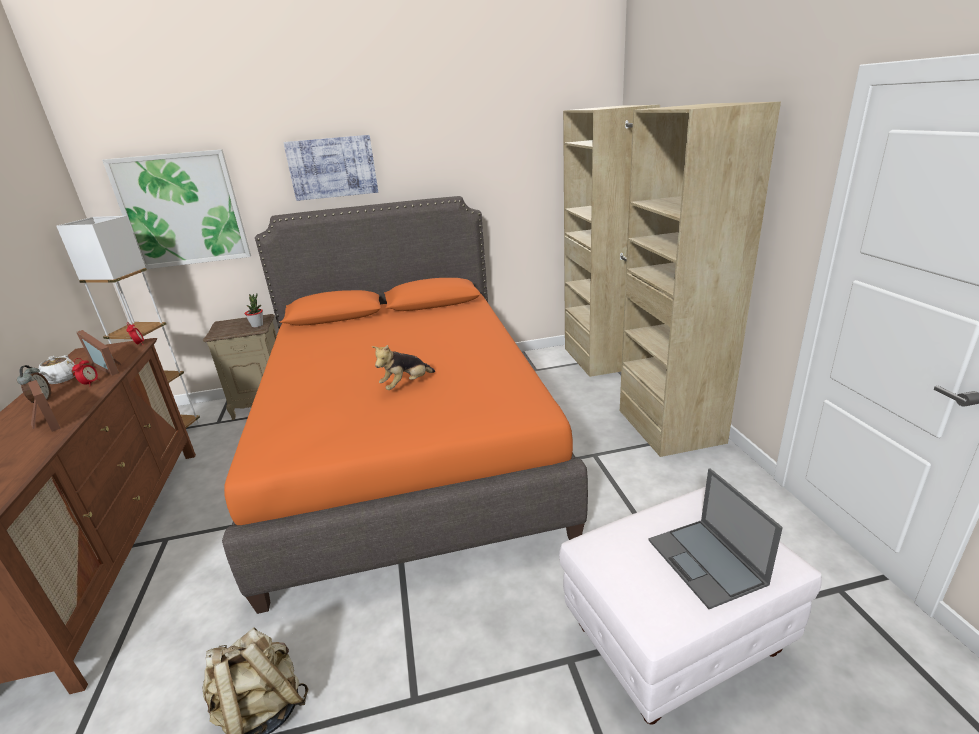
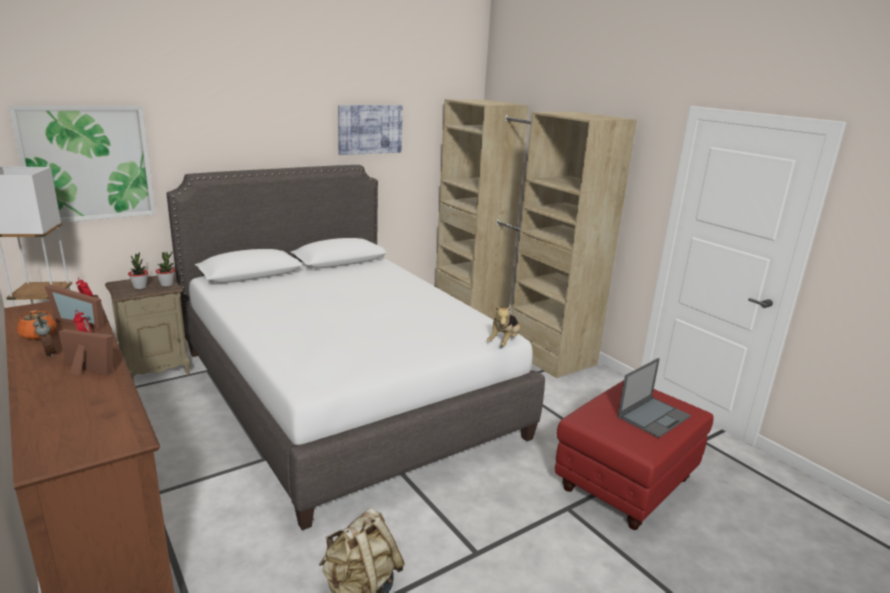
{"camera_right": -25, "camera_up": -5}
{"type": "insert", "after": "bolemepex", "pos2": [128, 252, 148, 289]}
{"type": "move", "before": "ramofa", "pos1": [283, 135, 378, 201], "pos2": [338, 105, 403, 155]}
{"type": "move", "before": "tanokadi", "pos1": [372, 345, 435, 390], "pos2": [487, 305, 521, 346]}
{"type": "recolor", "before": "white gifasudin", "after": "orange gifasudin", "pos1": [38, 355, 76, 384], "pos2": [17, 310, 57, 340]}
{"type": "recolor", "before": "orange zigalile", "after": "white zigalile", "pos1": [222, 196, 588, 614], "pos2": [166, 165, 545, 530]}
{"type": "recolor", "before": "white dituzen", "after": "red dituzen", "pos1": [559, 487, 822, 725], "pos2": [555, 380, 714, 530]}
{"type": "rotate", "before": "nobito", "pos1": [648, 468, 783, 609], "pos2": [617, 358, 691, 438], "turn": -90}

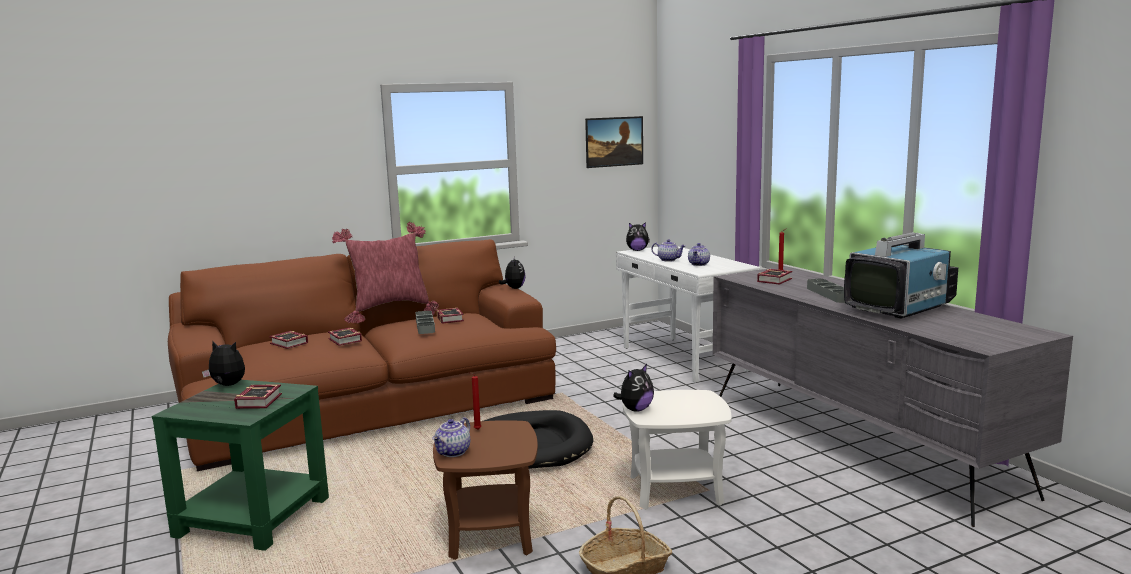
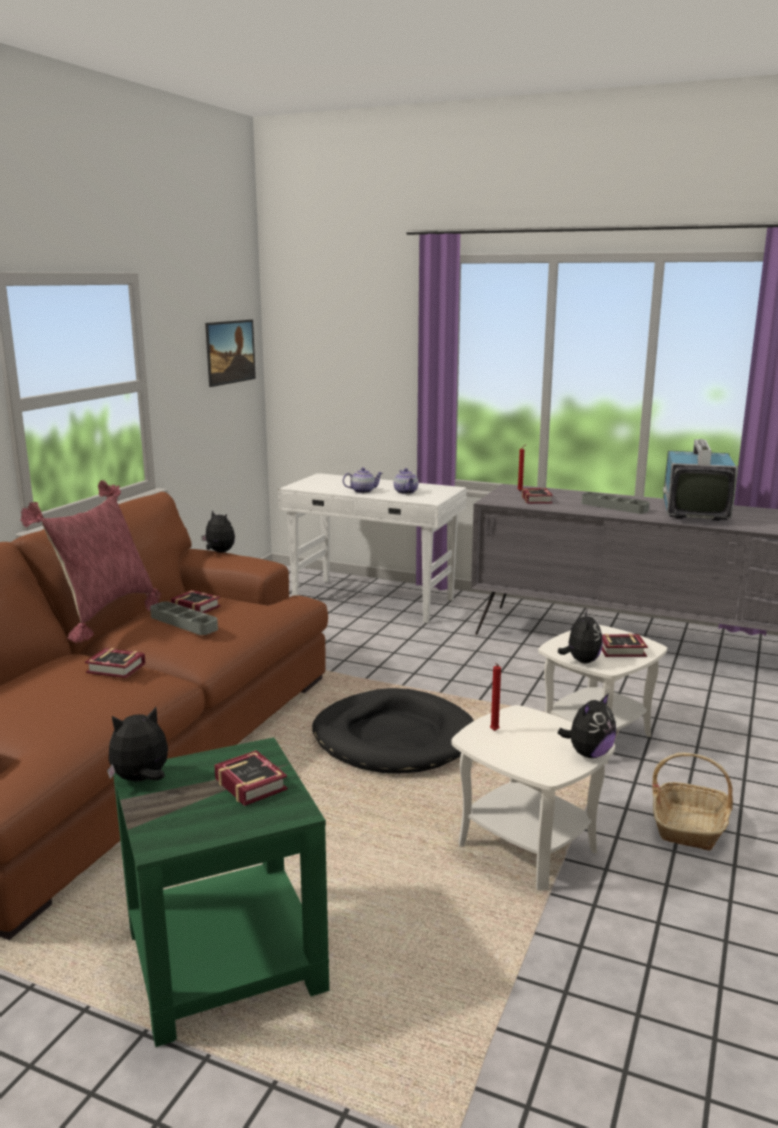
{"camera_right": -40, "camera_up": 5}
{"type": "delete", "before": "gifasudin", "pos1": [432, 417, 470, 457]}
{"type": "move", "before": "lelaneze", "pos1": [269, 331, 308, 349], "pos2": [602, 634, 648, 657]}
{"type": "move", "before": "tanokadi", "pos1": [626, 222, 650, 251], "pos2": [558, 693, 616, 758]}
{"type": "recolor", "before": "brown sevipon", "after": "white sevipon", "pos1": [433, 420, 538, 560], "pos2": [451, 705, 615, 890]}

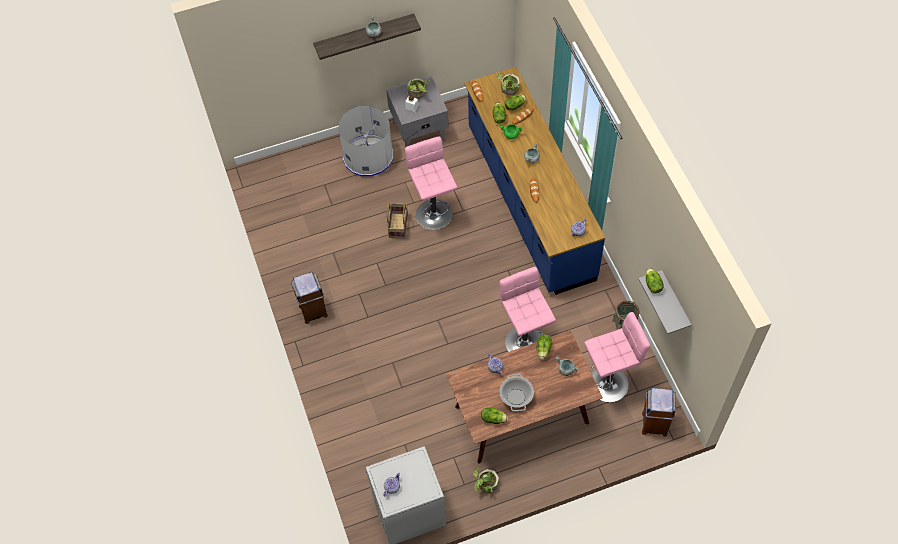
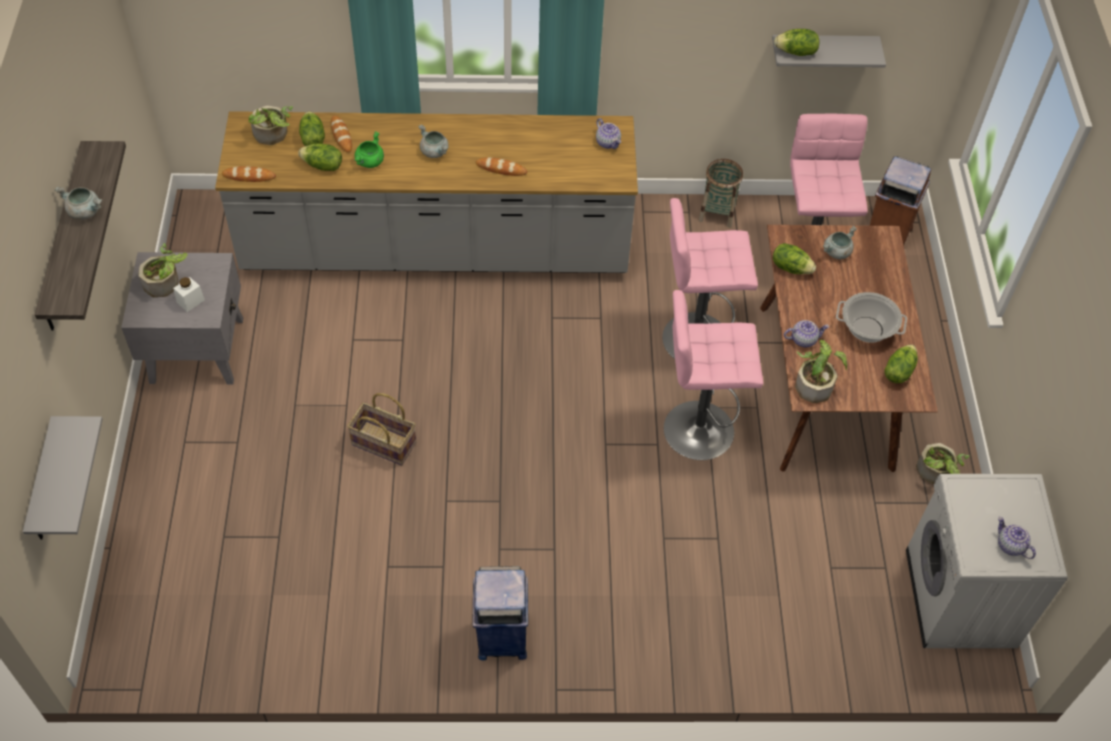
{"camera_right": -75, "camera_up": -5}
{"type": "delete", "before": "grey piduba", "pos1": [338, 106, 394, 177]}
{"type": "insert", "after": "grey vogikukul", "pos2": [23, 416, 103, 540]}
{"type": "insert", "after": "bolemepex", "pos2": [795, 340, 847, 403]}
{"type": "move", "before": "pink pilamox", "pos1": [405, 137, 457, 230], "pos2": [664, 290, 763, 460]}
{"type": "recolor", "before": "brown piduba", "after": "blue piduba", "pos1": [291, 272, 328, 324], "pos2": [472, 566, 528, 660]}
{"type": "recolor", "before": "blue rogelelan", "after": "grey rogelelan", "pos1": [464, 67, 605, 295], "pos2": [215, 111, 638, 273]}

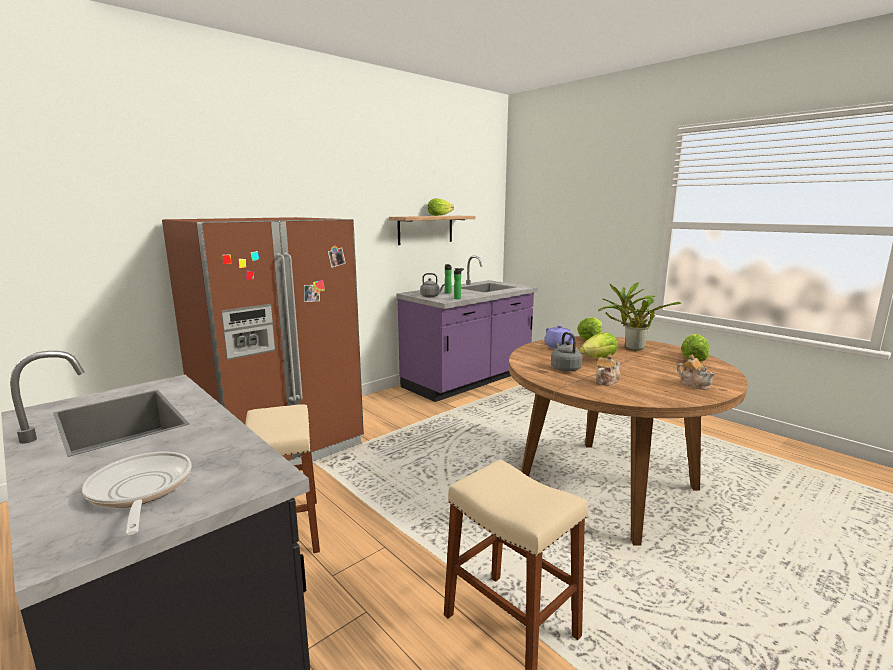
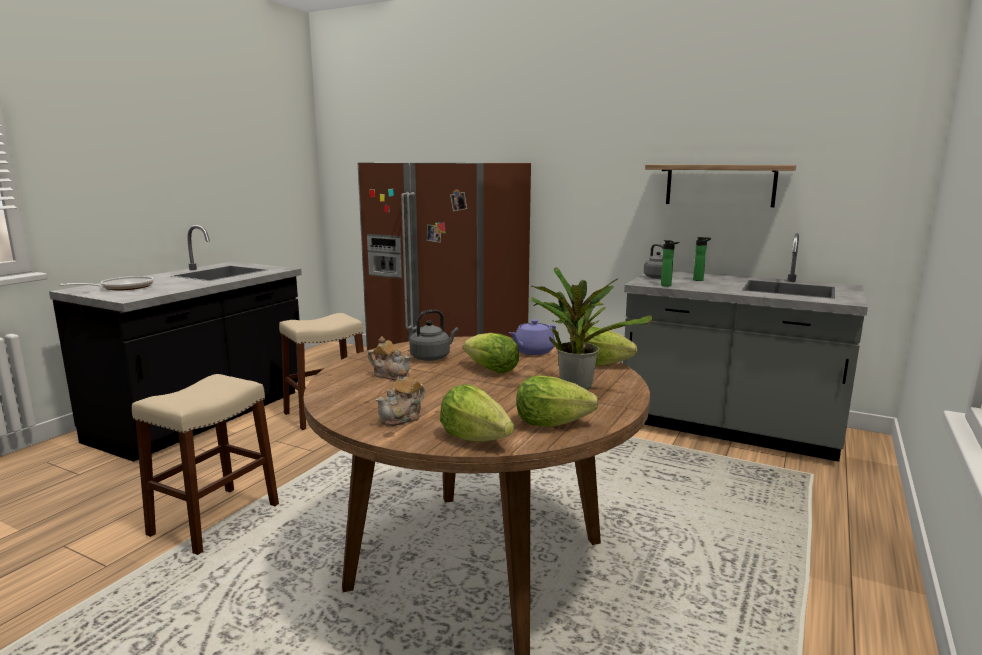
{"camera_right": 70, "camera_up": 0}
{"type": "move", "before": "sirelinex", "pos1": [428, 199, 454, 216], "pos2": [440, 384, 514, 442]}
{"type": "recolor", "before": "purple rogelelan", "after": "grey rogelelan", "pos1": [397, 256, 538, 402], "pos2": [623, 233, 868, 462]}

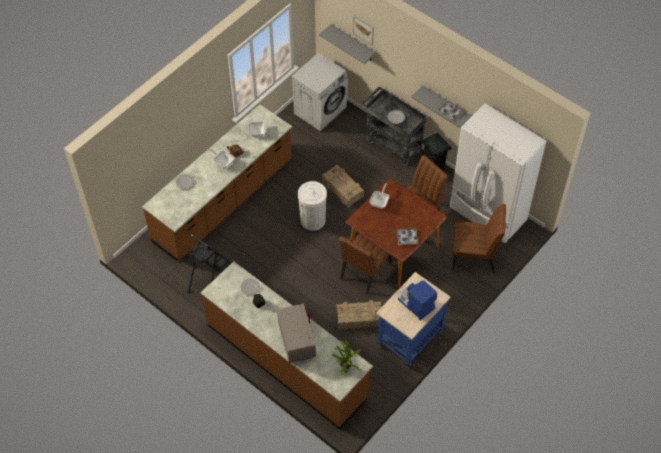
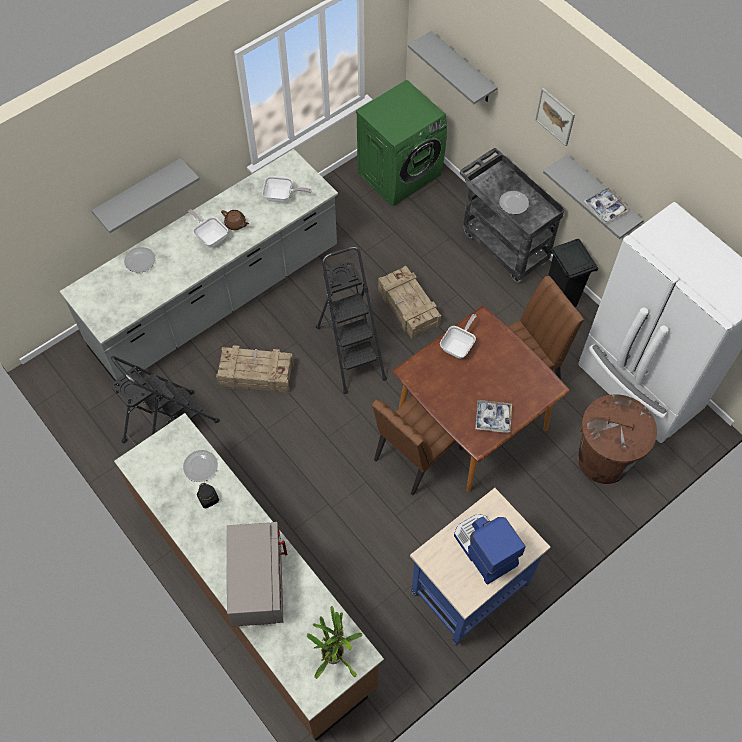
{"camera_right": 10, "camera_up": 5}
{"type": "insert", "after": "grey vogikukul", "pos2": [91, 158, 200, 233]}
{"type": "move", "before": "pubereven", "pos1": [336, 300, 381, 330], "pos2": [216, 345, 294, 393]}
{"type": "move", "before": "ramofa", "pos1": [353, 16, 374, 46], "pos2": [535, 88, 575, 146]}
{"type": "replace", "before": "white piduba", "after": "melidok", "pos1": [298, 181, 327, 231], "pos2": [316, 247, 387, 394]}
{"type": "replace", "before": "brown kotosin", "after": "brown piduba", "pos1": [452, 204, 506, 273], "pos2": [578, 394, 657, 484]}
{"type": "recolor", "before": "brown rogelelan", "after": "grey rogelelan", "pos1": [142, 105, 292, 261], "pos2": [60, 149, 338, 381]}
{"type": "recolor", "before": "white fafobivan", "after": "green fafobivan", "pos1": [292, 53, 348, 131], "pos2": [356, 80, 447, 206]}

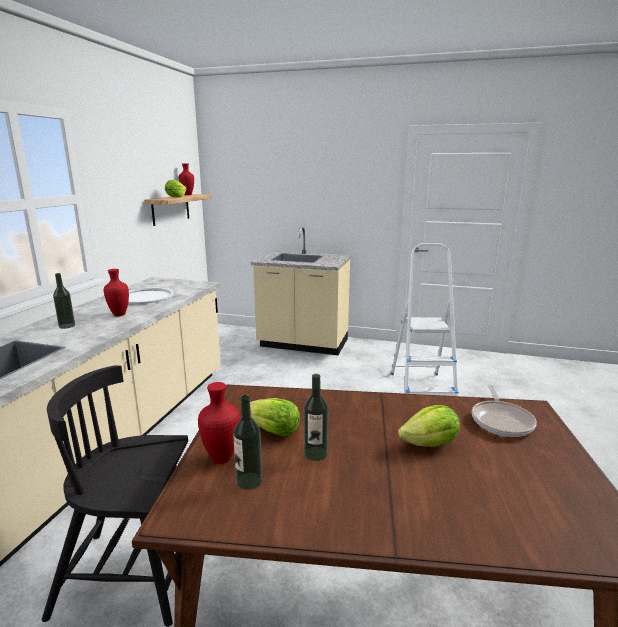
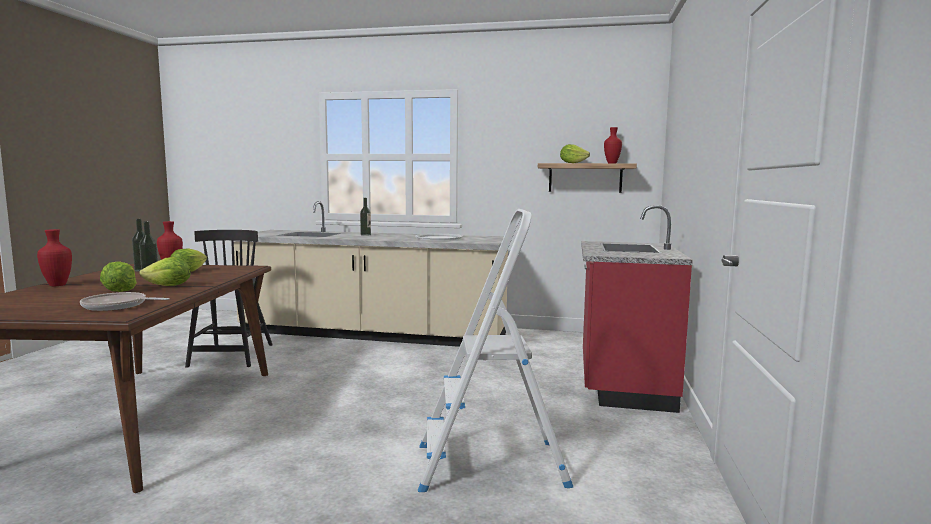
{"camera_right": 85, "camera_up": -10}
{"type": "insert", "after": "sirelinex", "pos2": [139, 257, 191, 286]}
{"type": "move", "before": "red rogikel", "pos1": [104, 269, 129, 316], "pos2": [37, 229, 72, 286]}
{"type": "recolor", "before": "beige rogelelan", "after": "red rogelelan", "pos1": [251, 227, 351, 355], "pos2": [581, 205, 693, 413]}

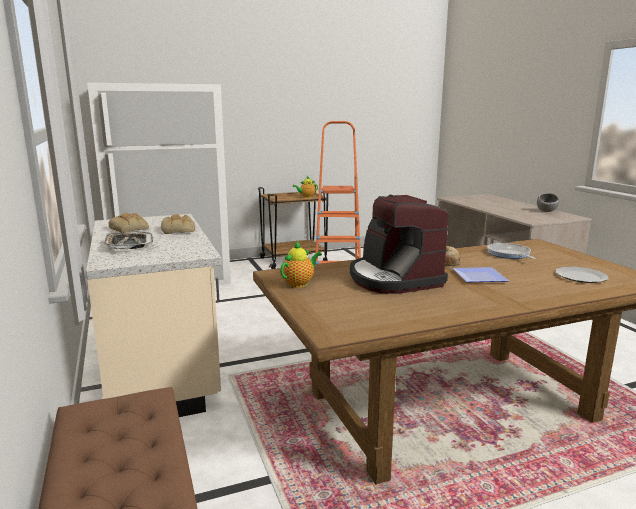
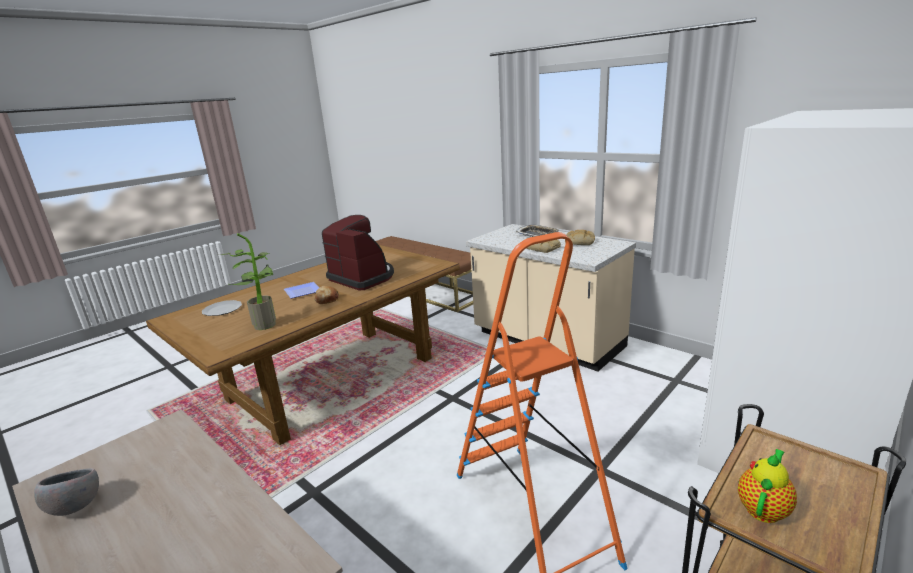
{"camera_right": 155, "camera_up": 5}
{"type": "delete", "before": "gifasudin", "pos1": [280, 241, 322, 288]}
{"type": "replace", "before": "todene", "after": "bolemepex", "pos1": [487, 243, 536, 259], "pos2": [220, 233, 276, 330]}

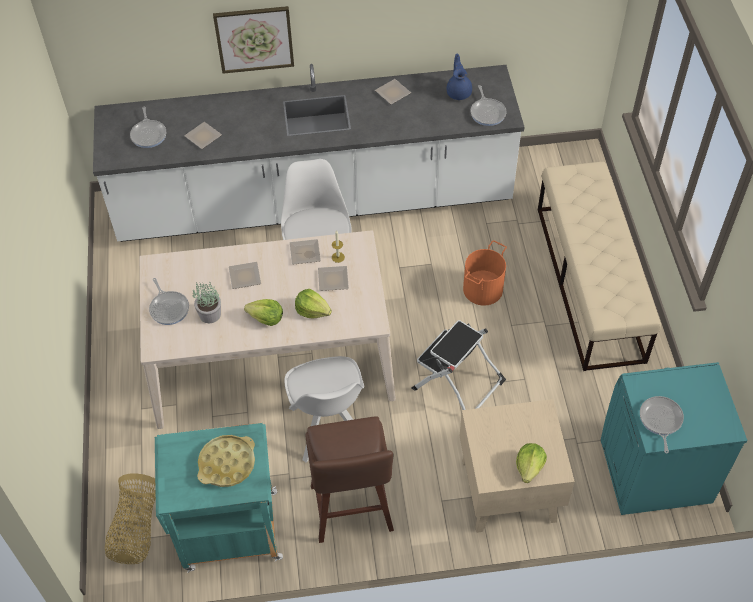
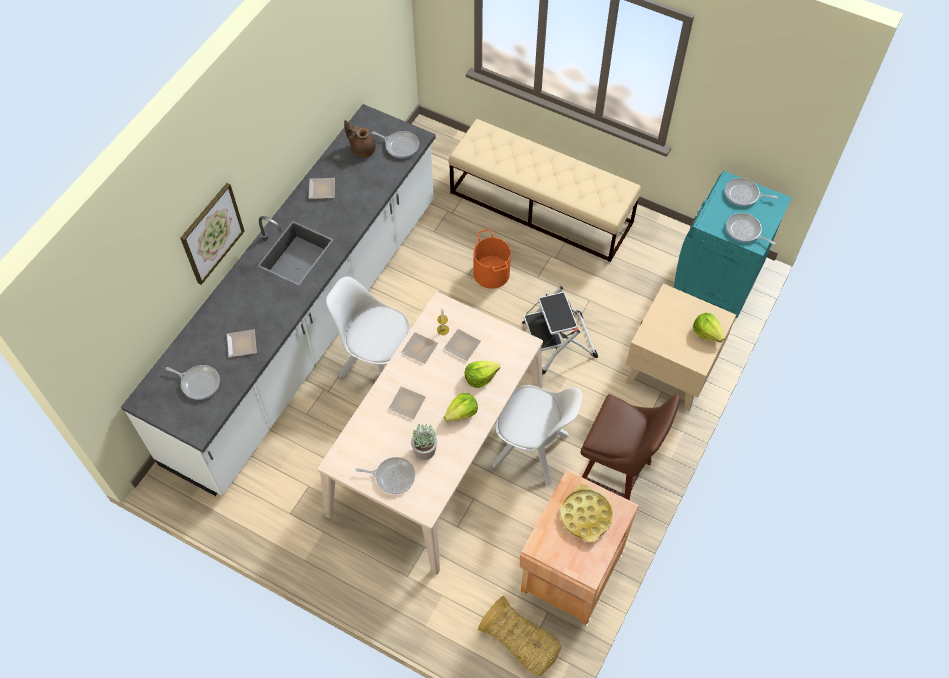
{"camera_right": -55, "camera_up": 5}
{"type": "insert", "after": "todene", "pos2": [725, 178, 778, 206]}
{"type": "recolor", "before": "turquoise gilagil", "after": "brown gilagil", "pos1": [155, 422, 283, 573], "pos2": [520, 470, 639, 626]}
{"type": "recolor", "before": "blue gifasudin", "after": "brown gifasudin", "pos1": [446, 54, 472, 100], "pos2": [344, 120, 376, 157]}

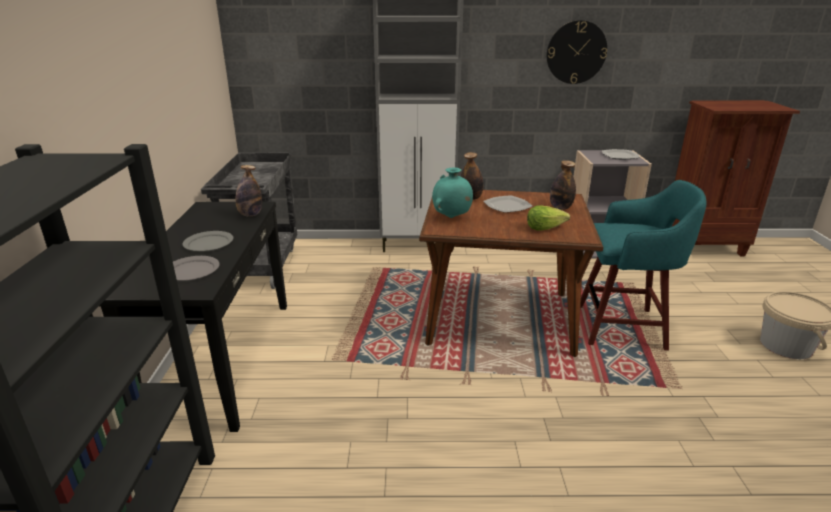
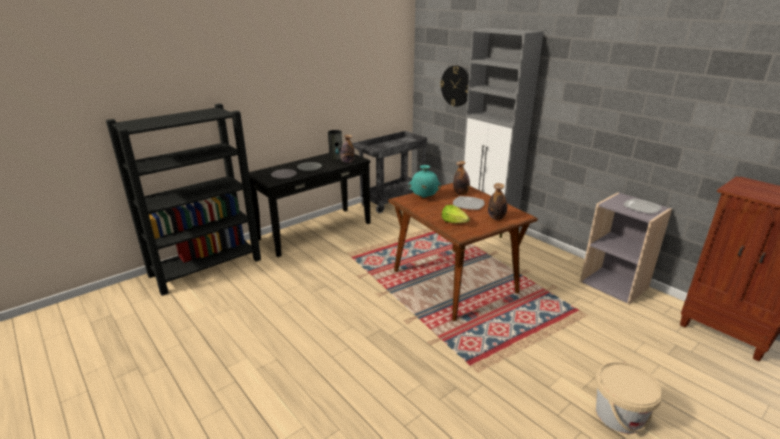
{"camera_right": 50, "camera_up": 0}
{"type": "delete", "before": "turquoise pilamox", "pos1": [580, 180, 707, 351]}
{"type": "insert", "after": "rogikel", "pos2": [328, 130, 342, 160]}
{"type": "move", "before": "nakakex", "pos1": [547, 20, 607, 84], "pos2": [440, 66, 469, 107]}

